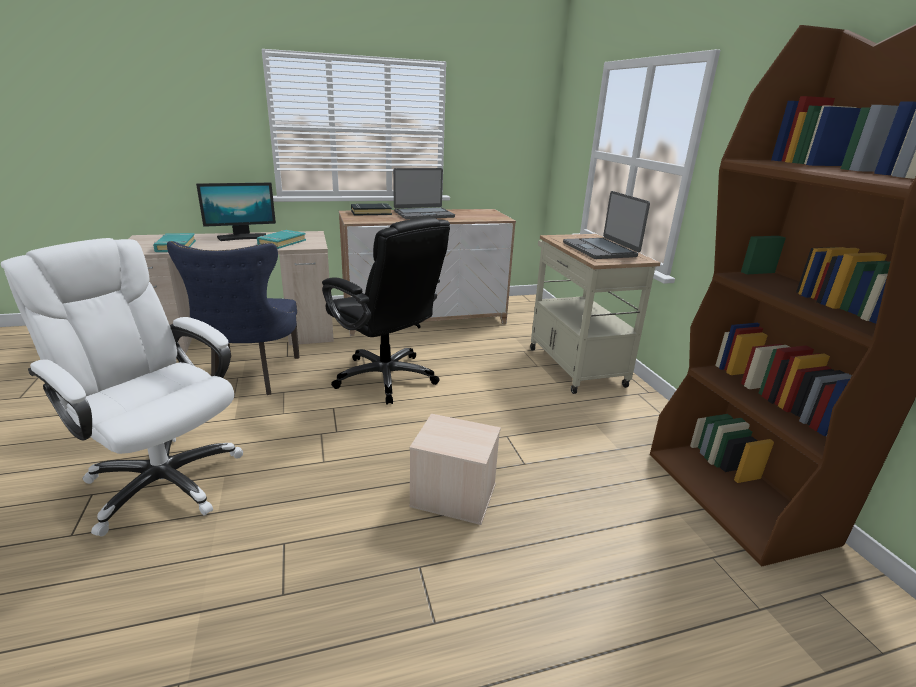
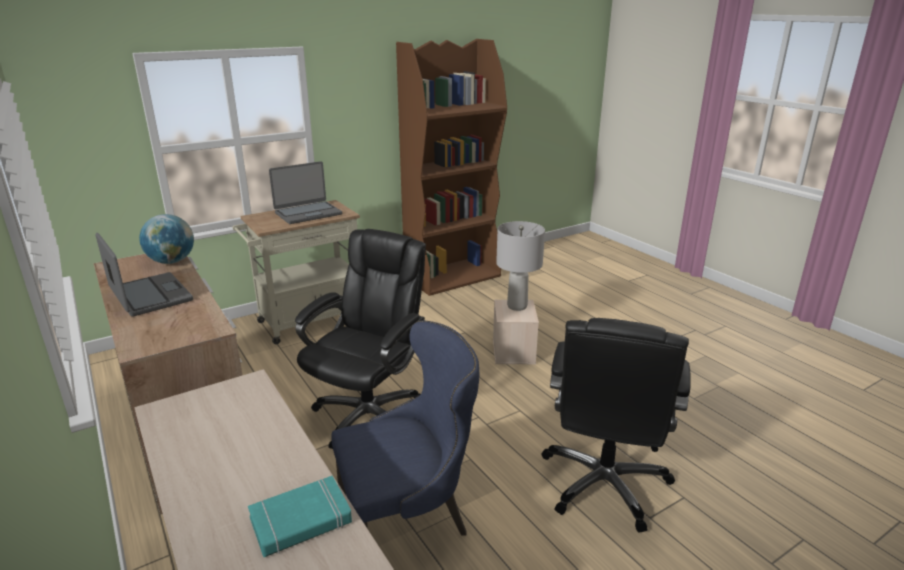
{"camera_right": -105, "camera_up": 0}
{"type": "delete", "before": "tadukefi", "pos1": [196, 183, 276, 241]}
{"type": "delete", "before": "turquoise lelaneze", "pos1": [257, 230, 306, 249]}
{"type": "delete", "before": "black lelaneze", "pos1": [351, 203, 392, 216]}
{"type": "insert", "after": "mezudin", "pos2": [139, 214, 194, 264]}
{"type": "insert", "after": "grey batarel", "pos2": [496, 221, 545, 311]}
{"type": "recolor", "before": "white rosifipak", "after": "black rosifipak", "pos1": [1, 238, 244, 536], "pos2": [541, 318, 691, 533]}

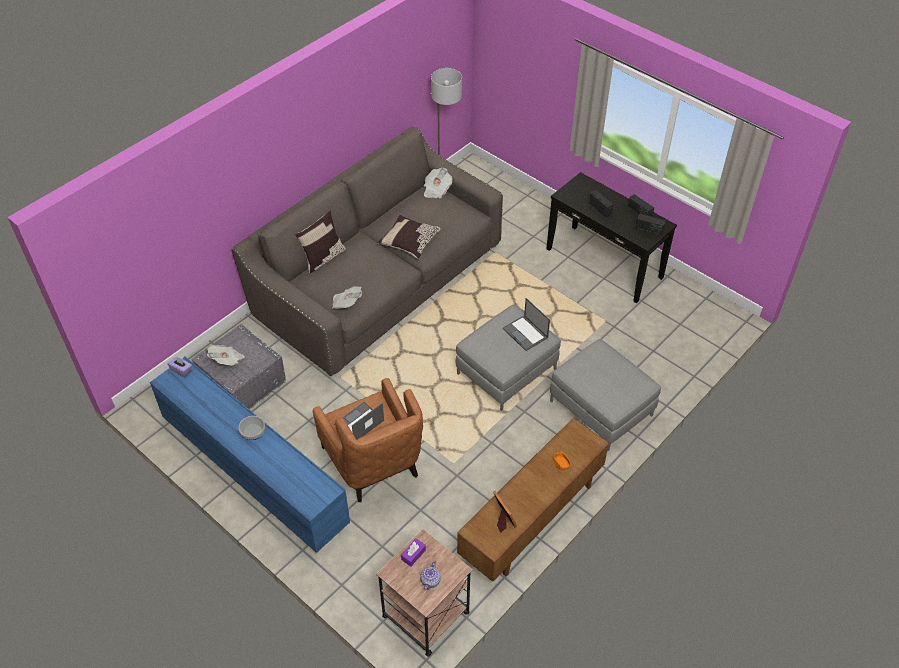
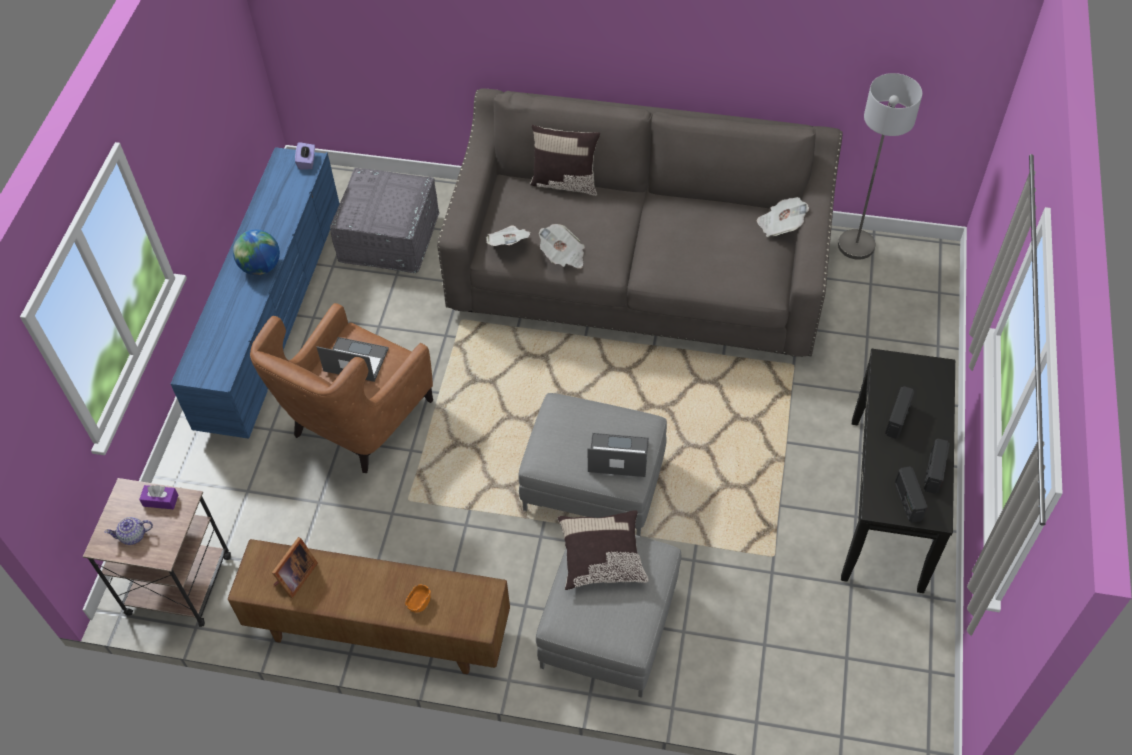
{"camera_right": 60, "camera_up": 5}
{"type": "move", "before": "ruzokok", "pos1": [207, 345, 245, 366], "pos2": [539, 224, 585, 269]}
{"type": "move", "before": "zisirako", "pos1": [378, 215, 440, 259], "pos2": [558, 510, 649, 590]}
{"type": "replace", "before": "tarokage", "after": "mezudin", "pos1": [238, 416, 265, 440], "pos2": [233, 230, 280, 275]}
{"type": "rotate", "before": "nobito", "pos1": [503, 298, 550, 351], "pos2": [588, 433, 649, 477], "turn": 75}

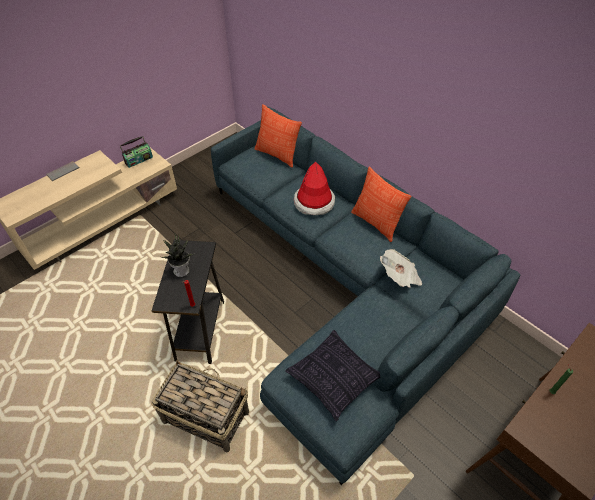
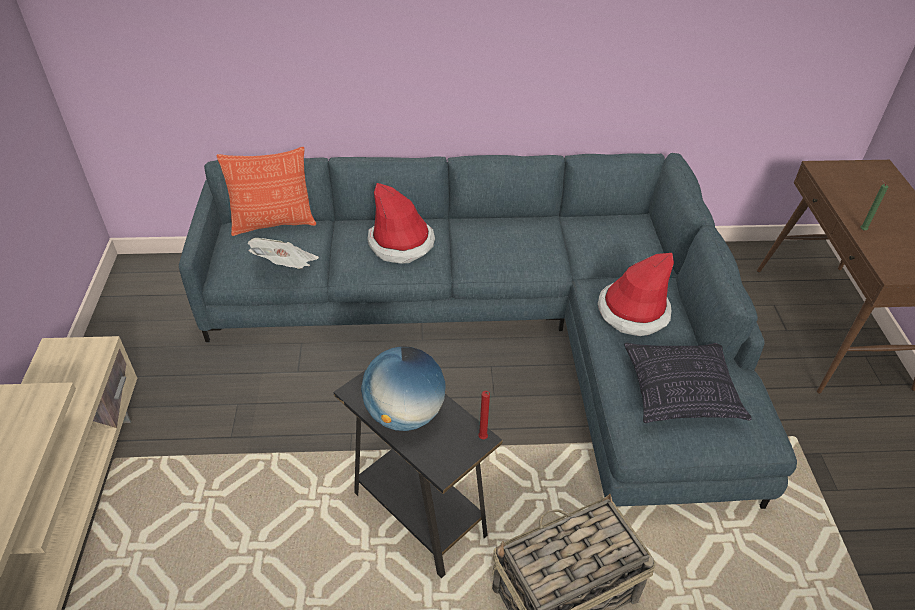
{"camera_right": -50, "camera_up": -5}
{"type": "delete", "before": "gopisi", "pos1": [120, 136, 153, 168]}
{"type": "delete", "before": "orange zisirako", "pos1": [351, 167, 412, 242]}
{"type": "insert", "after": "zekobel", "pos2": [598, 253, 674, 336]}
{"type": "move", "before": "ruzokok", "pos1": [380, 249, 423, 287], "pos2": [248, 238, 319, 269]}
{"type": "replace", "before": "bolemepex", "after": "mezudin", "pos1": [160, 235, 193, 277], "pos2": [361, 346, 446, 431]}

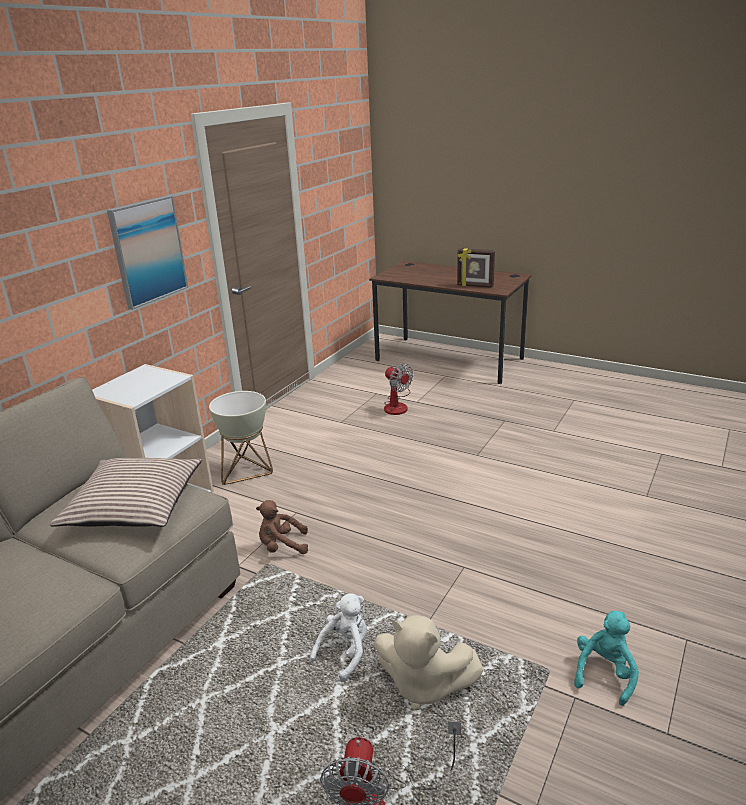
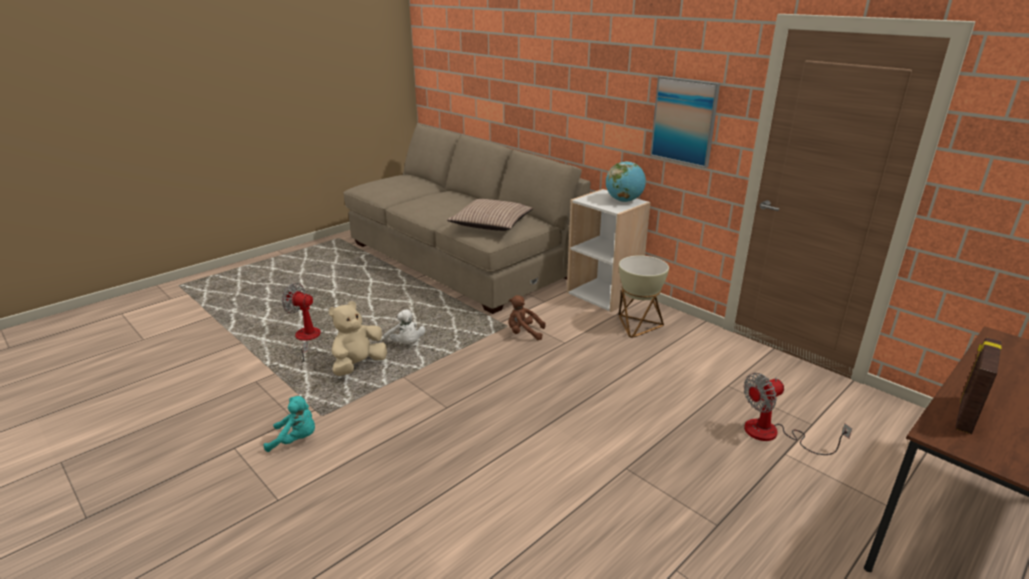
{"camera_right": 105, "camera_up": 0}
{"type": "insert", "after": "mezudin", "pos2": [606, 161, 646, 202]}
{"type": "rotate", "before": "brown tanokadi", "pos1": [256, 500, 308, 554], "pos2": [508, 295, 546, 340], "turn": -90}
{"type": "rotate", "before": "turquoise tanokadi", "pos1": [574, 611, 639, 706], "pos2": [263, 396, 315, 452], "turn": -45}

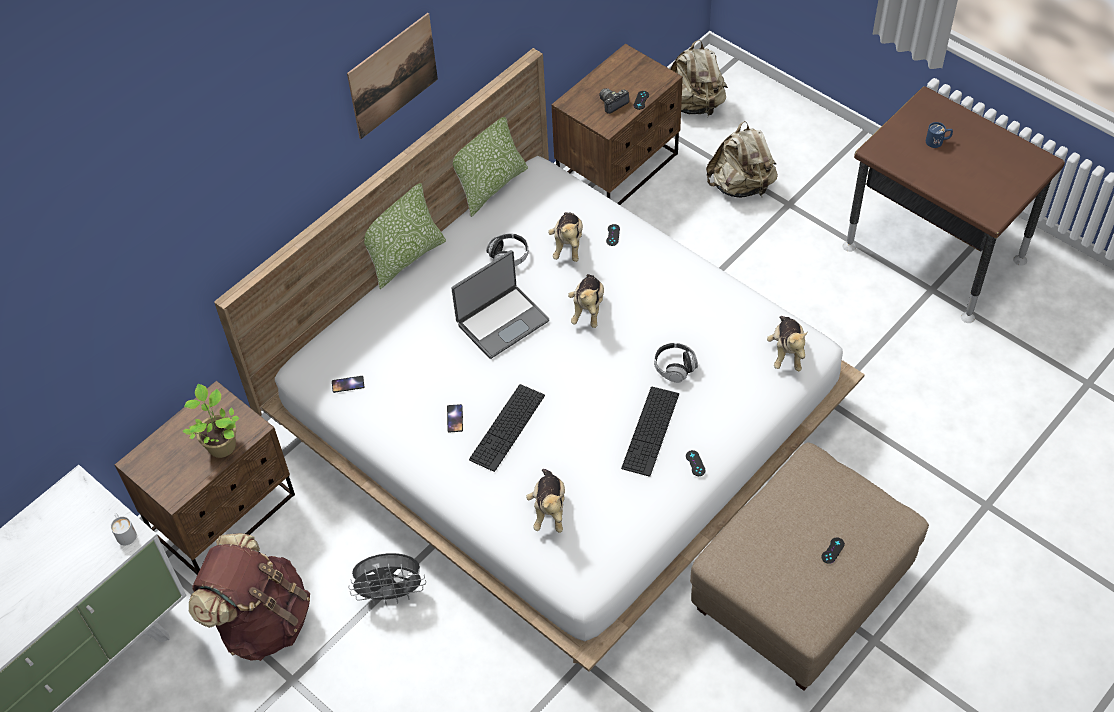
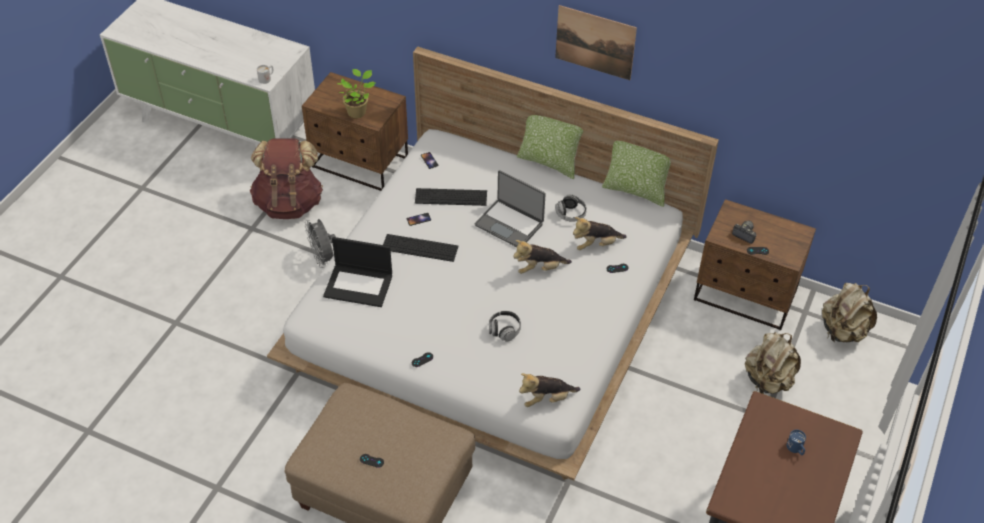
{"camera_right": 70, "camera_up": -5}
{"type": "move", "before": "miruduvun", "pos1": [621, 386, 679, 477], "pos2": [415, 188, 487, 206]}
{"type": "replace", "before": "tanokadi", "after": "nobito", "pos1": [526, 469, 565, 533], "pos2": [323, 237, 392, 307]}

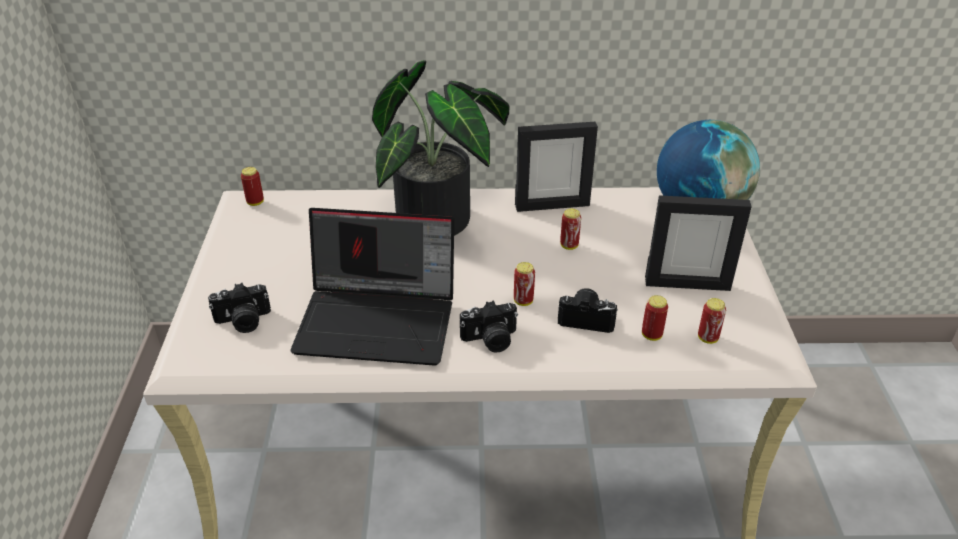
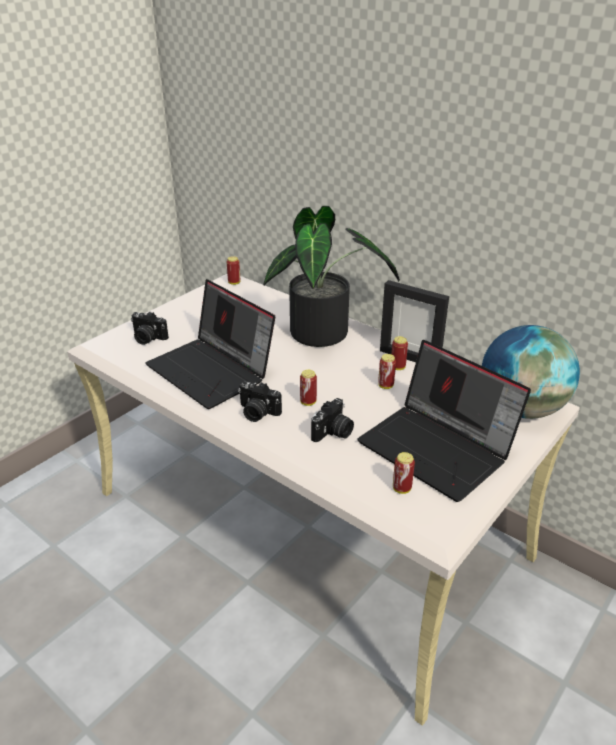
{"camera_right": 40, "camera_up": -5}
{"type": "move", "before": "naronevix", "pos1": [642, 295, 668, 341], "pos2": [392, 336, 408, 370]}
{"type": "replace", "before": "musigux", "after": "nobito", "pos1": [645, 195, 752, 291], "pos2": [357, 340, 531, 502]}
{"type": "rotate", "before": "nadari", "pos1": [558, 288, 618, 333], "pos2": [311, 398, 354, 442], "turn": 75}

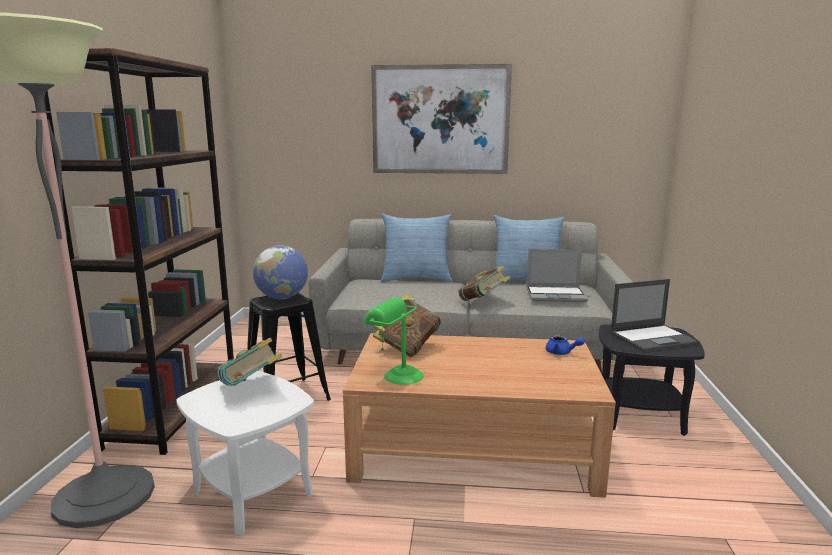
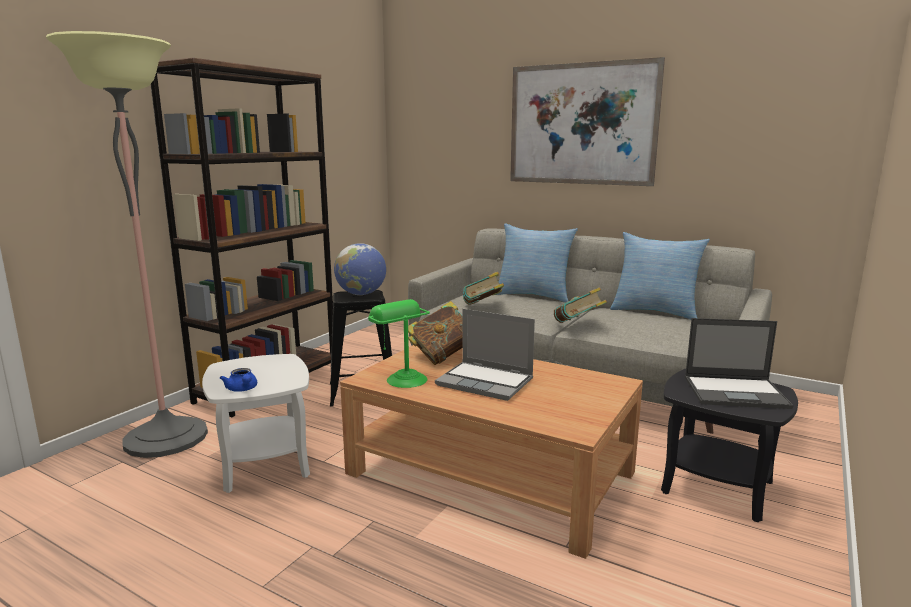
{"camera_right": 25, "camera_up": 0}
{"type": "move", "before": "lelaneze", "pos1": [217, 338, 282, 386], "pos2": [463, 272, 504, 305]}
{"type": "move", "before": "nobito", "pos1": [526, 249, 588, 302], "pos2": [435, 309, 535, 401]}
{"type": "move", "before": "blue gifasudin", "pos1": [546, 335, 585, 355], "pos2": [220, 368, 257, 392]}

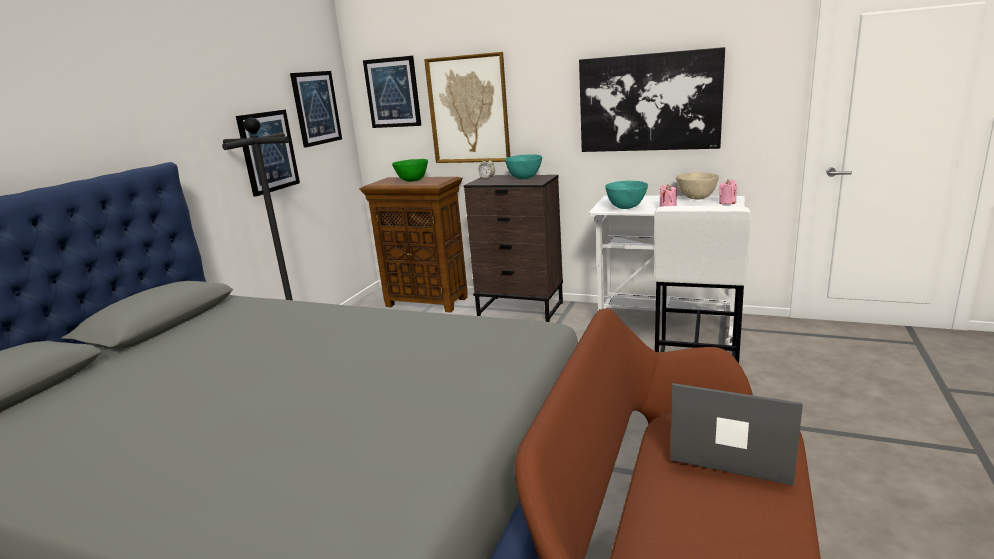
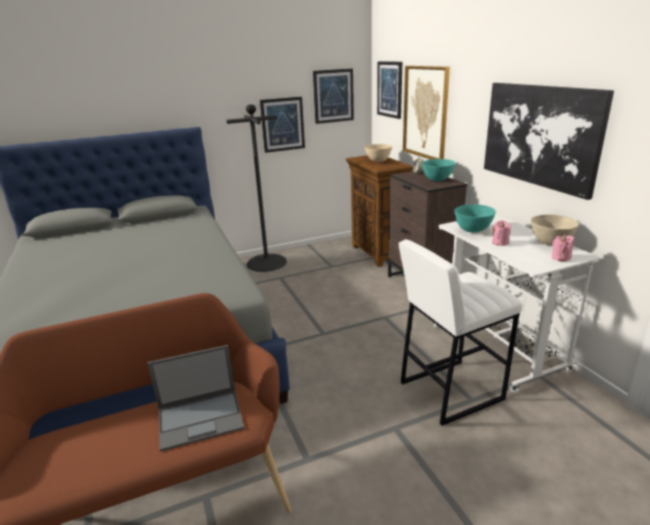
{"camera_right": 45, "camera_up": 5}
{"type": "recolor", "before": "green tarokage", "after": "beige tarokage", "pos1": [392, 159, 428, 182], "pos2": [365, 144, 392, 162]}
{"type": "rotate", "before": "nobito", "pos1": [670, 383, 803, 486], "pos2": [148, 345, 244, 452], "turn": 90}

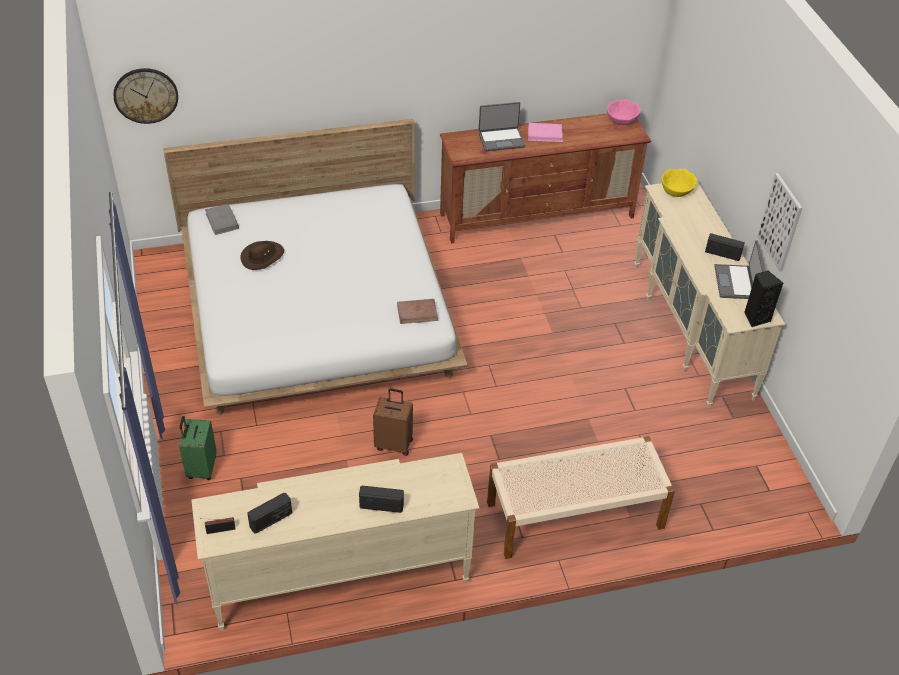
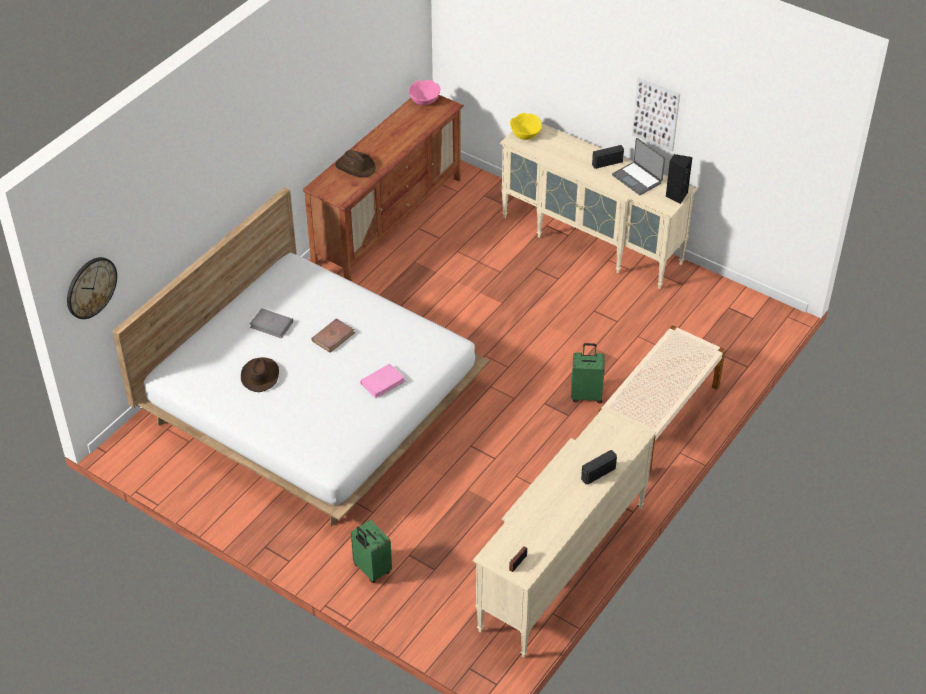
{"camera_right": -40, "camera_up": 0}
{"type": "delete", "before": "gopisi", "pos1": [247, 493, 292, 534]}
{"type": "delete", "before": "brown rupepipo", "pos1": [373, 388, 413, 456]}
{"type": "insert", "after": "green rupepipo", "pos2": [571, 343, 605, 404]}
{"type": "move", "before": "grey lelaneze", "pos1": [205, 204, 239, 235], "pos2": [250, 308, 293, 338]}
{"type": "move", "before": "brown lelaneze", "pos1": [397, 299, 439, 324], "pos2": [311, 318, 355, 353]}
{"type": "move", "before": "pink lelaneze", "pos1": [528, 123, 563, 142], "pos2": [360, 363, 405, 398]}
{"type": "replace", "before": "nobito", "after": "brown zekobel", "pos1": [479, 102, 526, 151], "pos2": [335, 150, 376, 177]}

